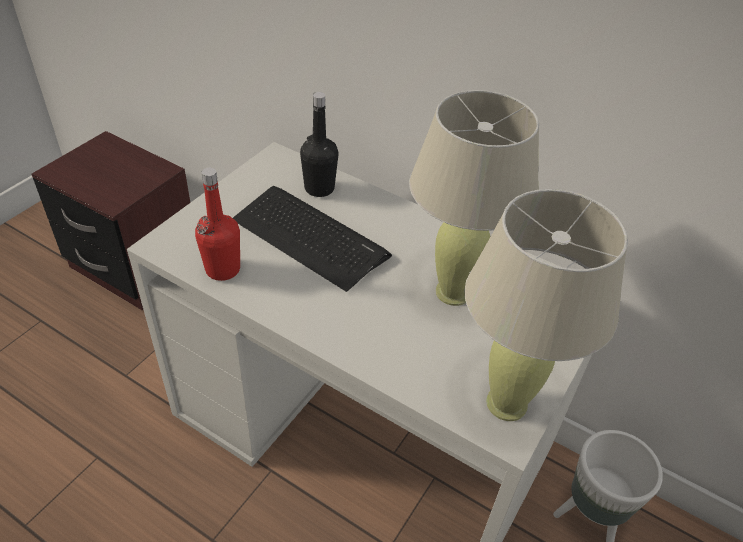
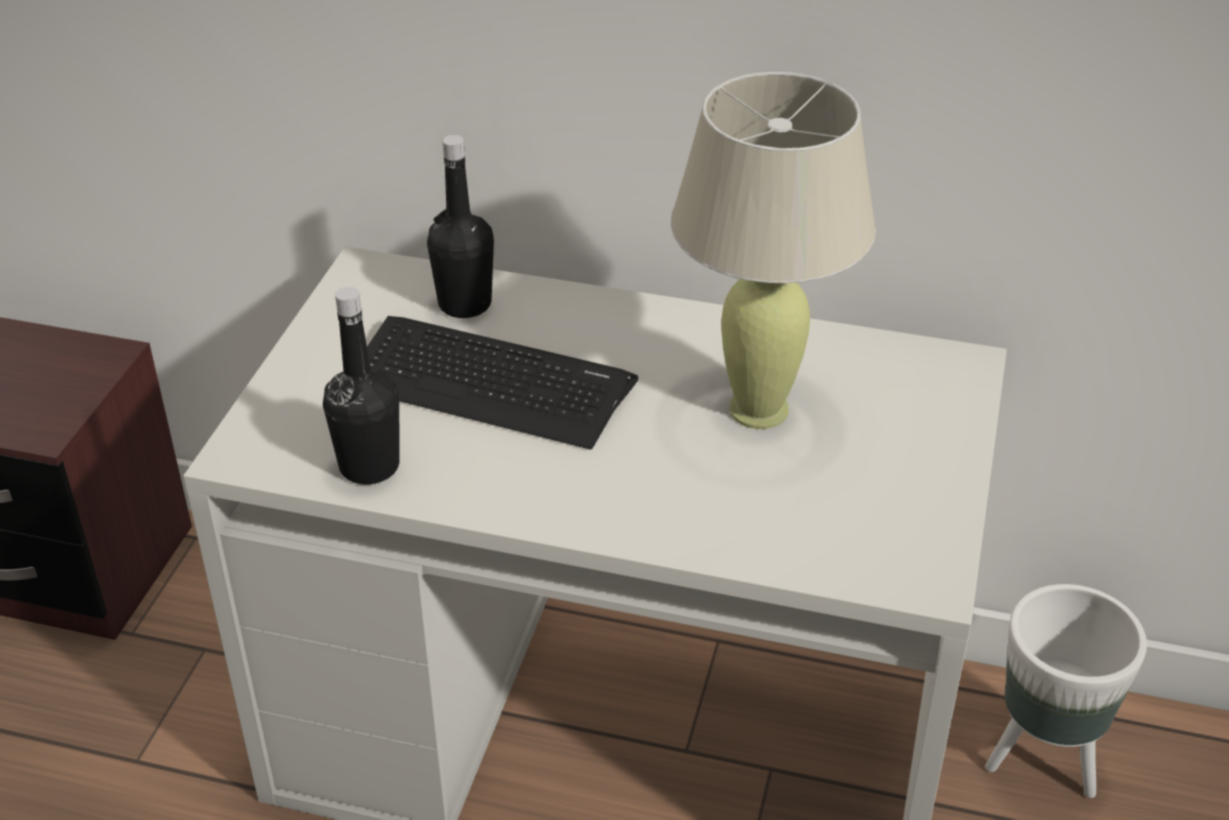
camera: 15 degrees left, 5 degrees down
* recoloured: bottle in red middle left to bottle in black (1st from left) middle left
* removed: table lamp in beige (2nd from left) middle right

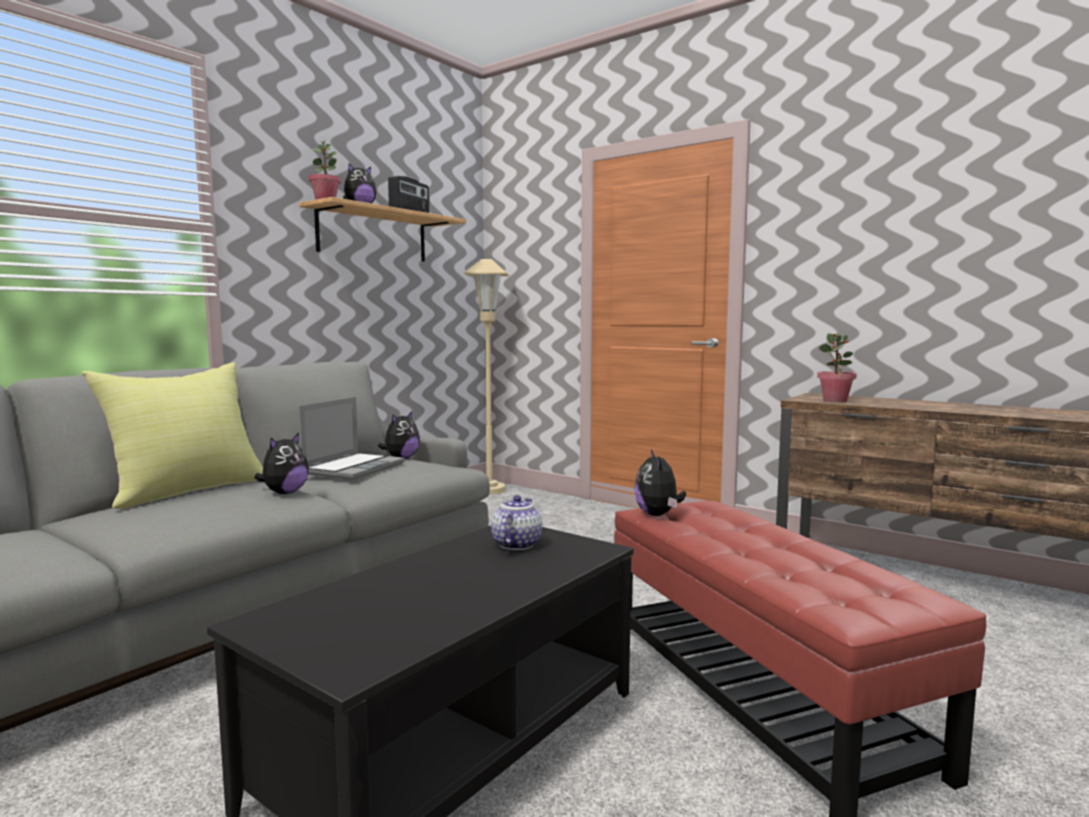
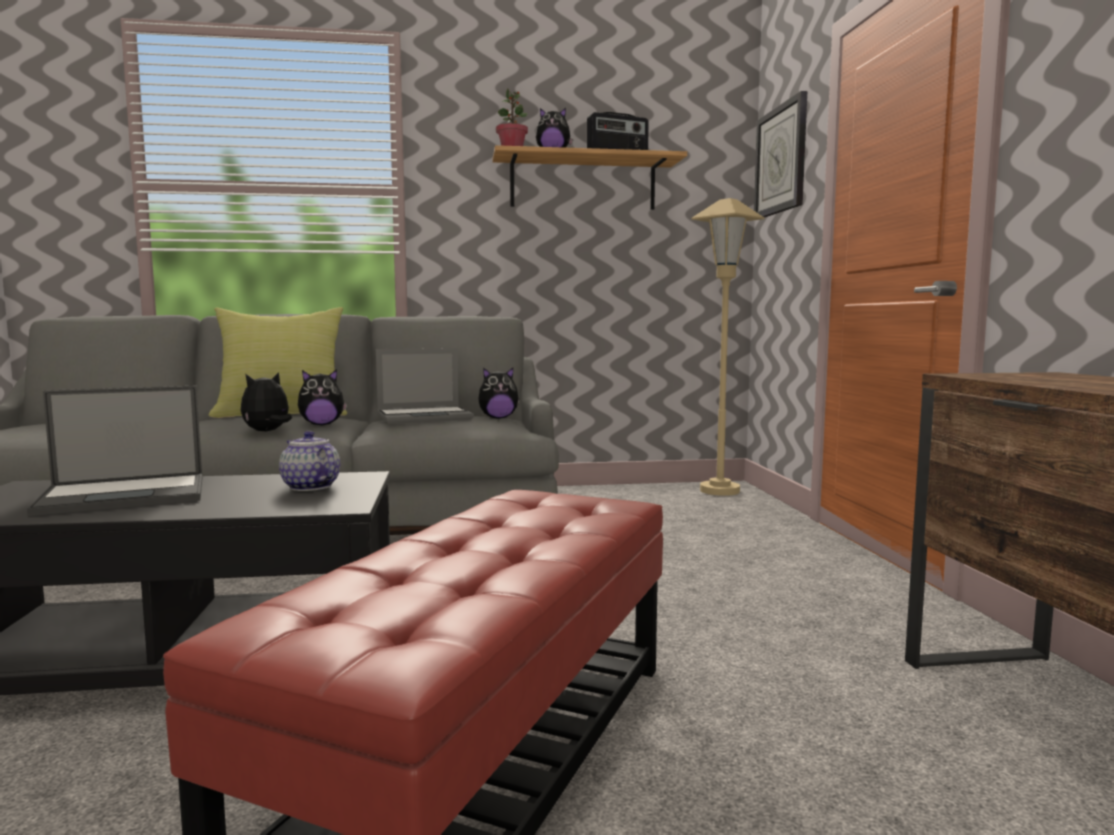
camera: 45 degrees right, 0 degrees up
* turned: teapot centre = middle left 105 degrees counterclockwise
* moved: plush toy (4th from left in the first image) centre to plush toy (1st from left) middle left
* removed: potted plant (2nd from left) middle right
* added: laptop (1st from left) middle left
* added: wall clock top right

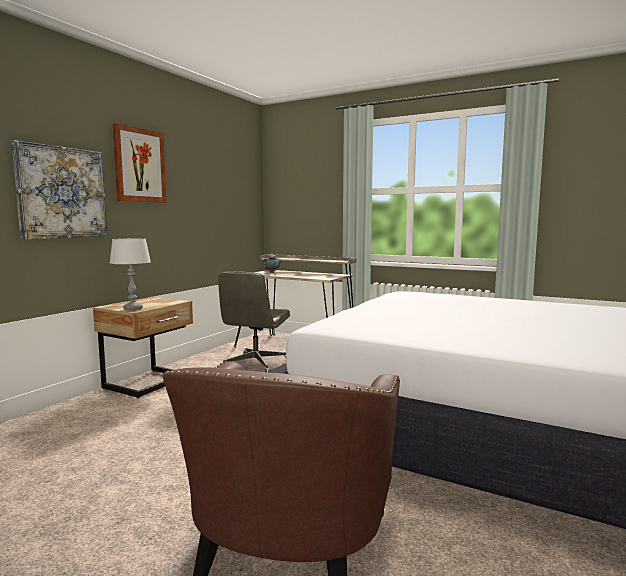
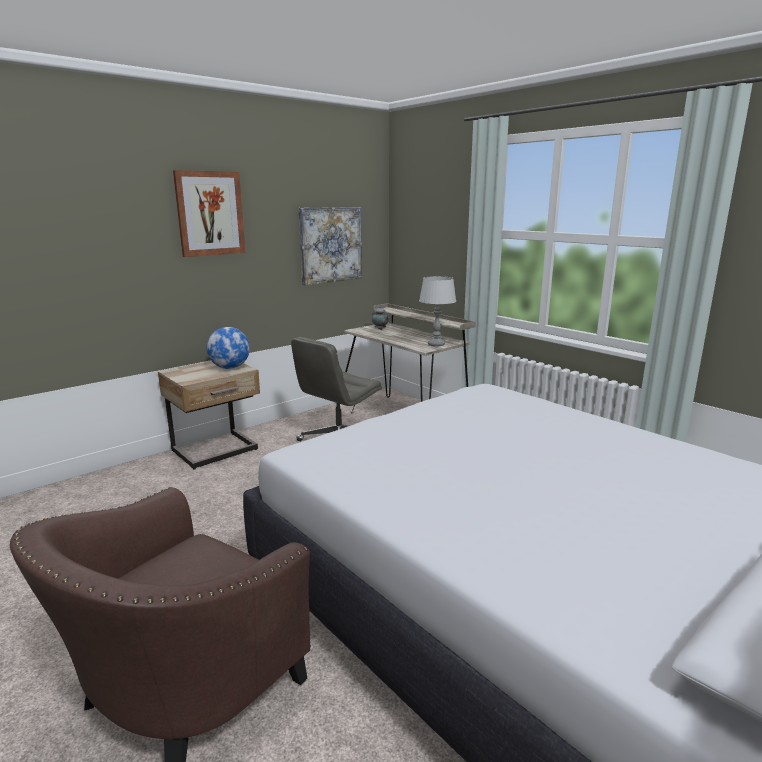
camera: 20 degrees right, 10 degrees up
* moved: picture (1st from left in the first image) top left to picture (2nd from left) top centre
* moved: table lamp in grey middle left to centre
* added: globe middle left

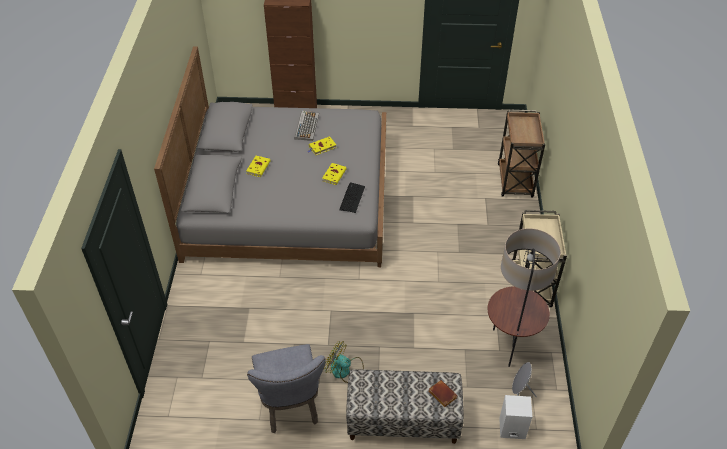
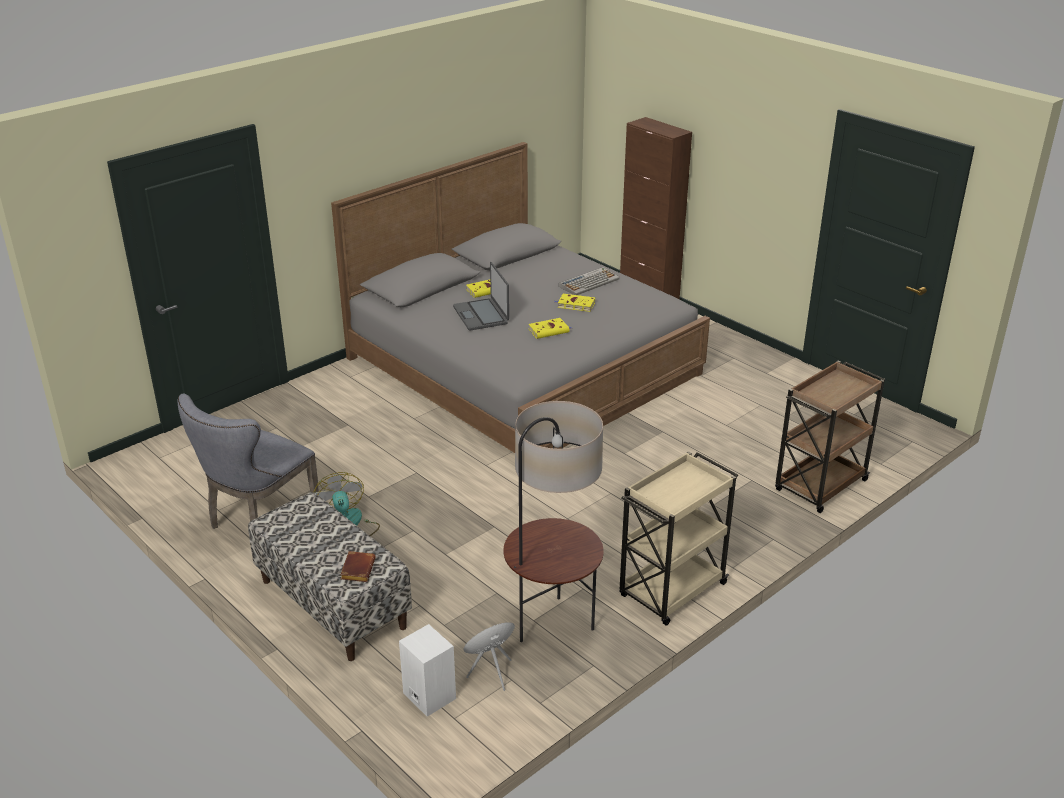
camera: 45 degrees right, 15 degrees down
* removed: keyboard (2nd from left) centre
* added: laptop centre

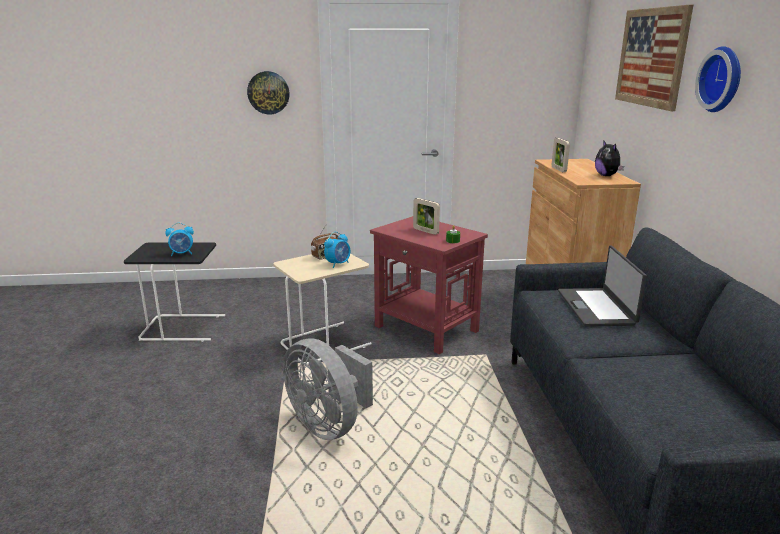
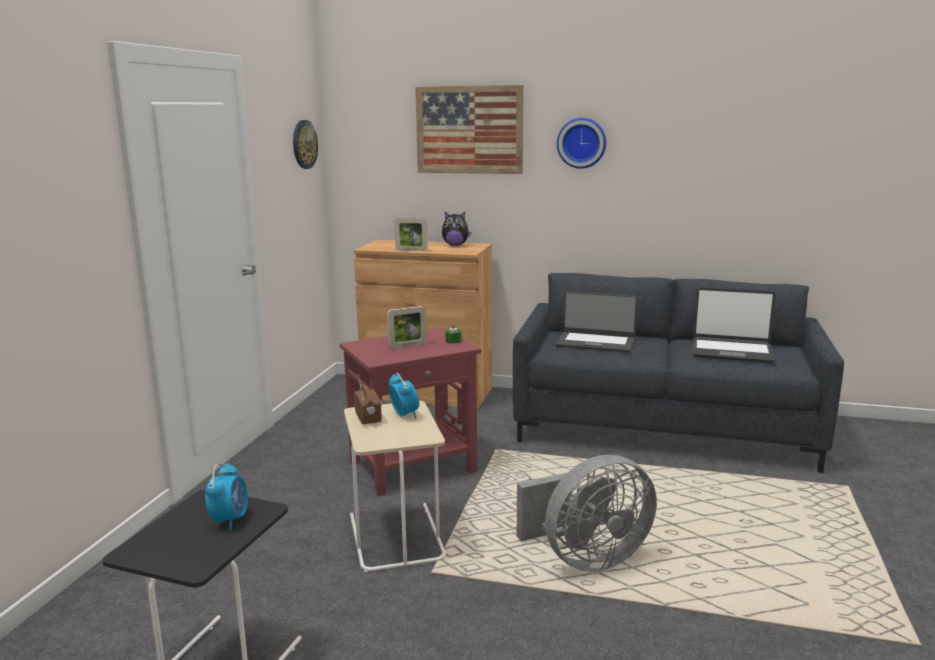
camera: 70 degrees left, 5 degrees down
* moved: wall clock (1st from left) top centre to top left
* added: laptop (2nd from left) middle right

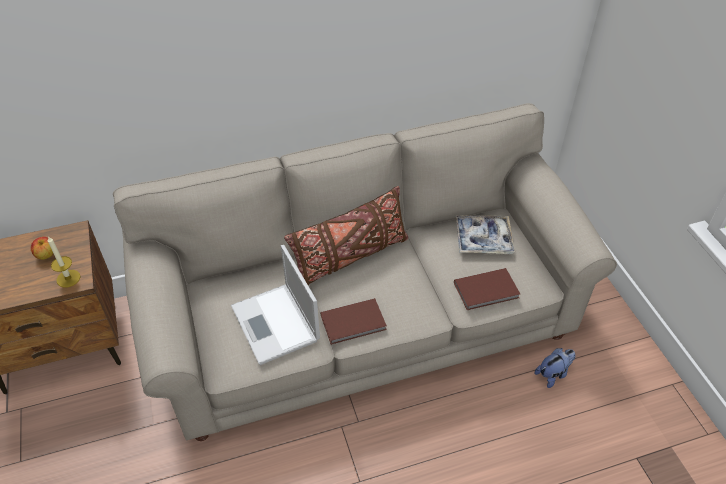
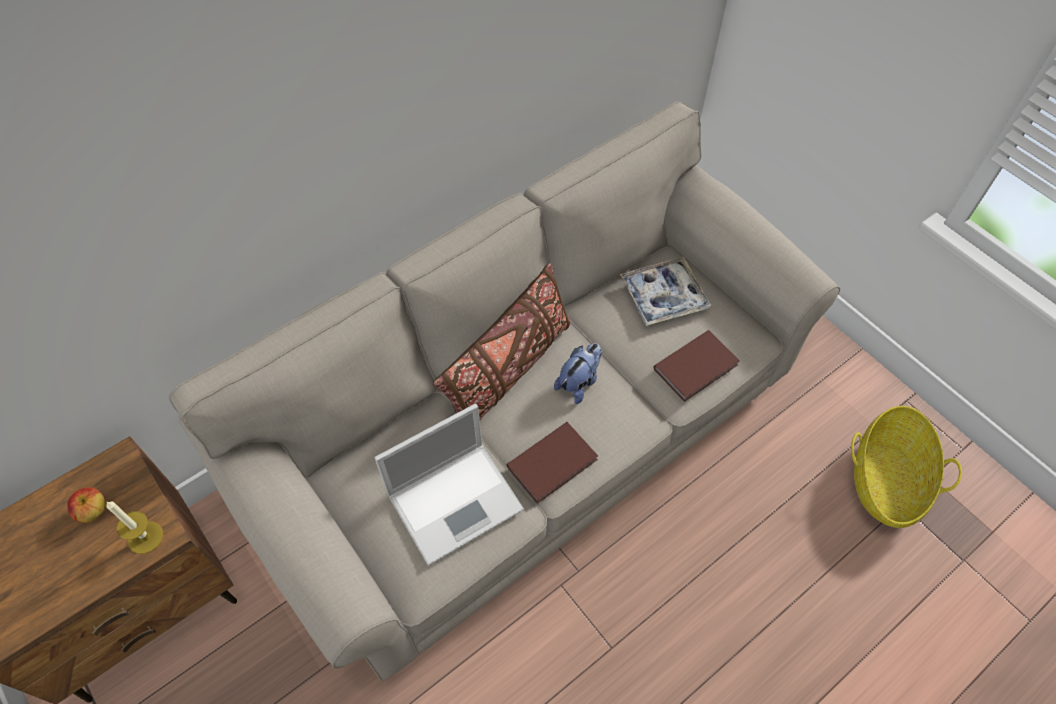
camera: 20 degrees left, 10 degrees up
* turned: laptop centre = bottom centre 75 degrees counterclockwise
* moved: plush toy bottom right to centre
* added: basket middle right

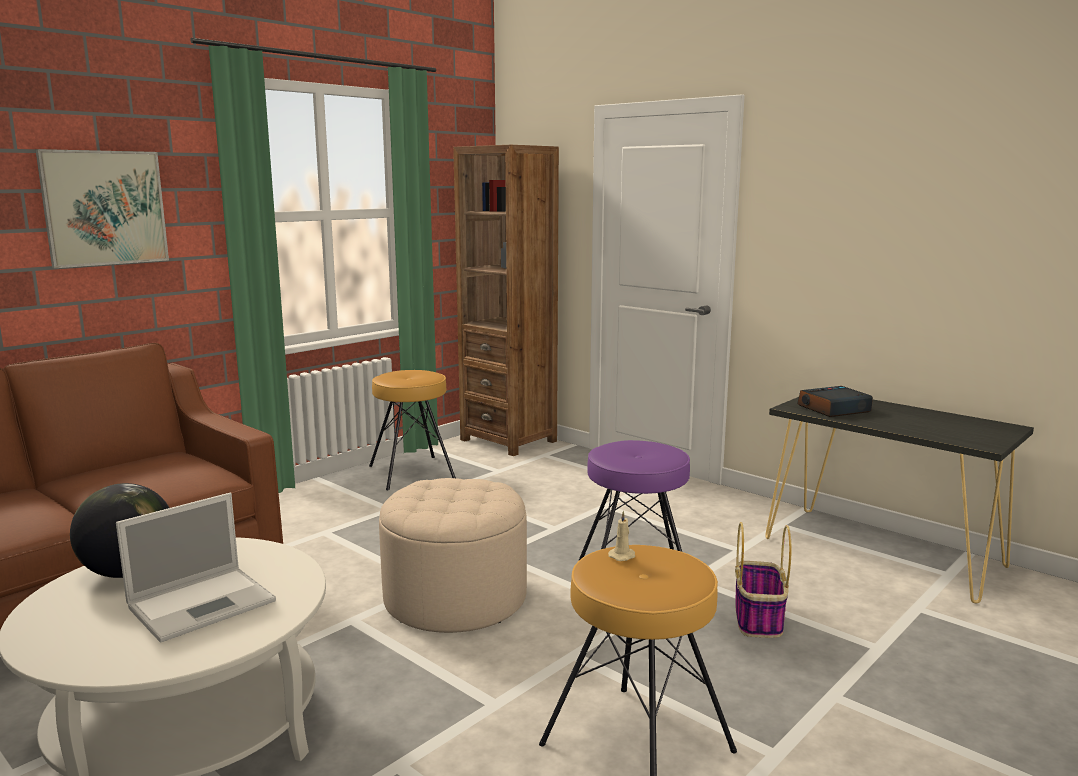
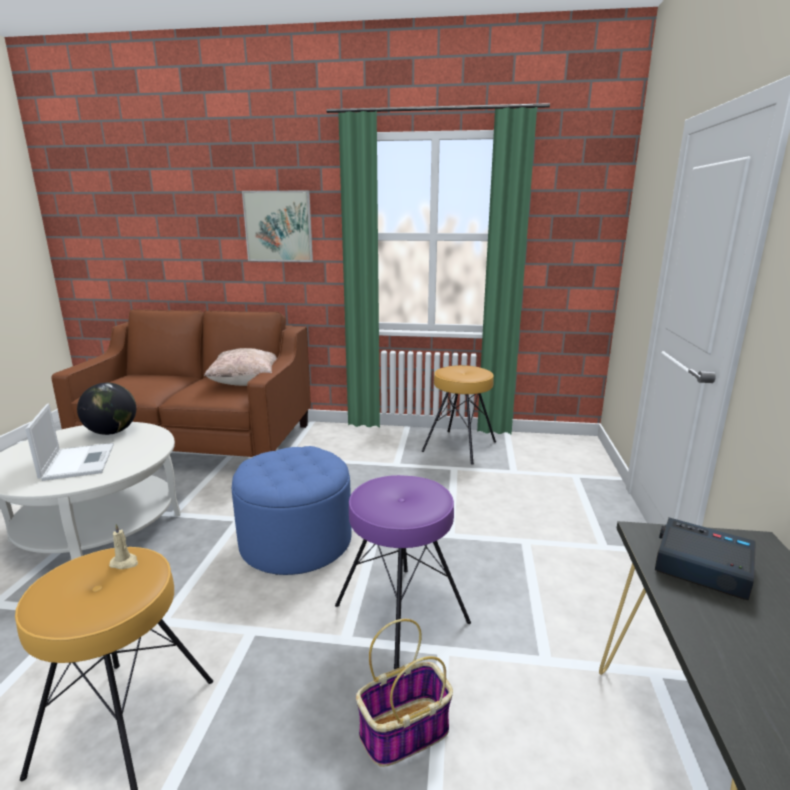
camera: 55 degrees right, 5 degrees up
* turned: laptop bottom left = middle left 120 degrees counterclockwise
* recoloured: ottoman in beige bottom centre to ottoman in blue centre
* removed: bookcase in brown centre
* added: pillow in beige middle left

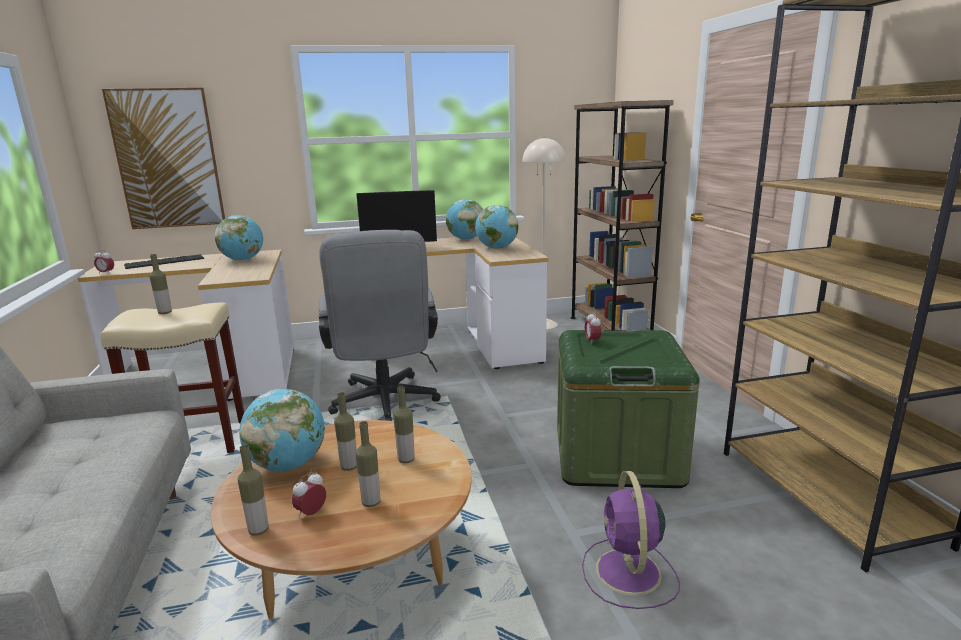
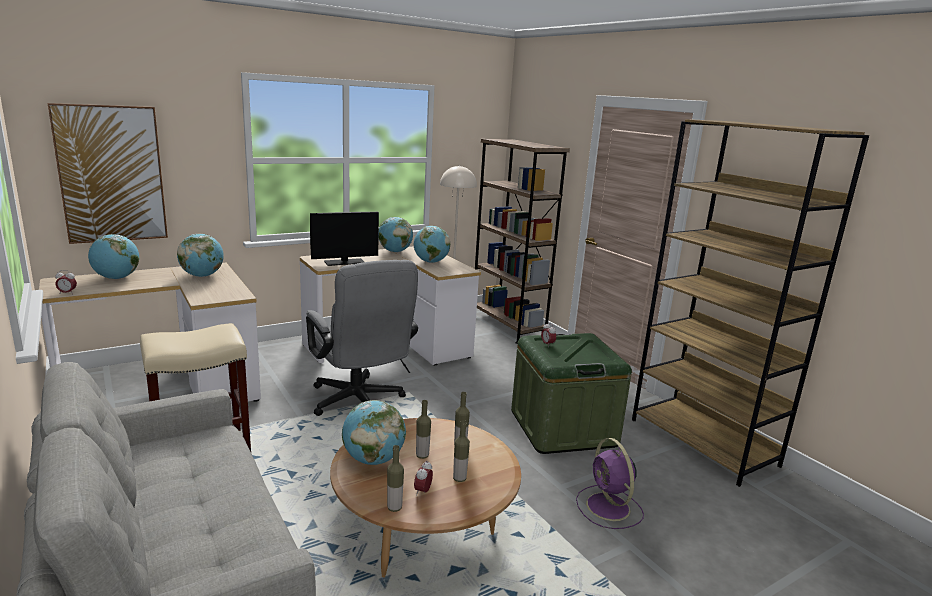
camera: 20 degrees left, 0 degrees up
* replaced: keyboard middle left to globe (1st from left) middle left
* removed: bottle (1st from left) middle left

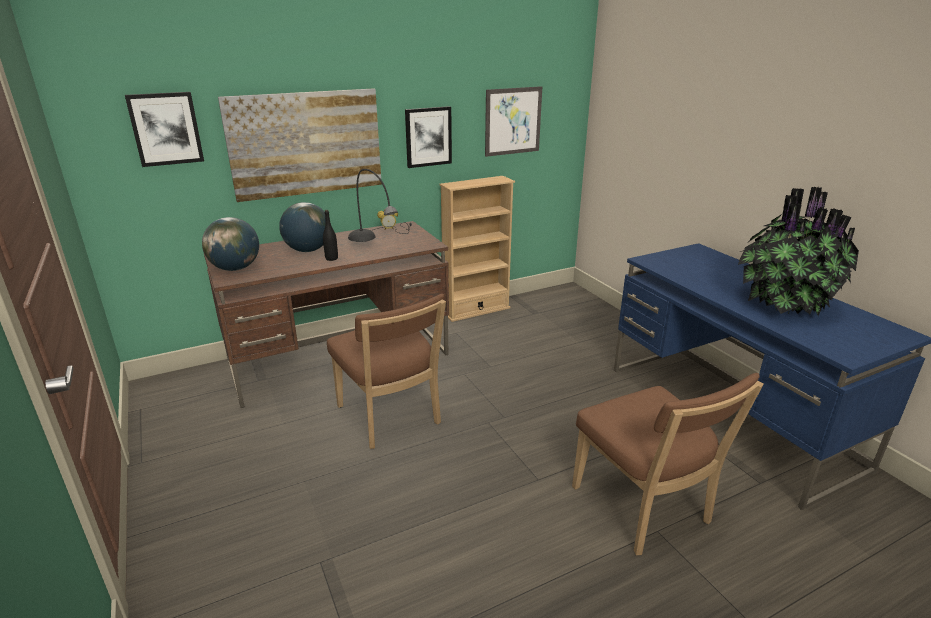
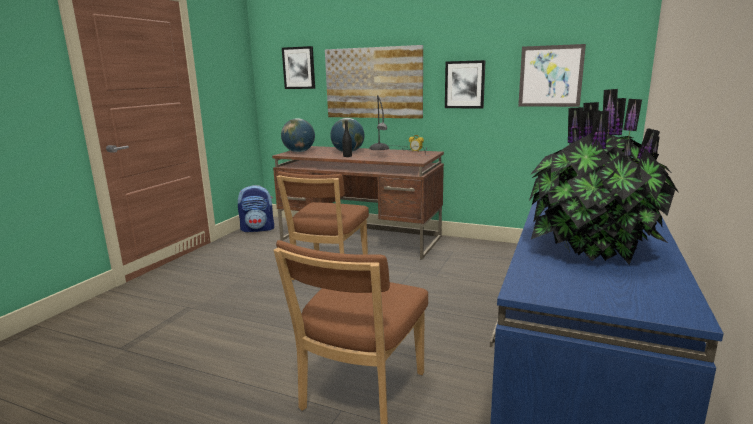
camera: 50 degrees right, 10 degrees down
* removed: bookcase in beige centre
* added: backpack centre

